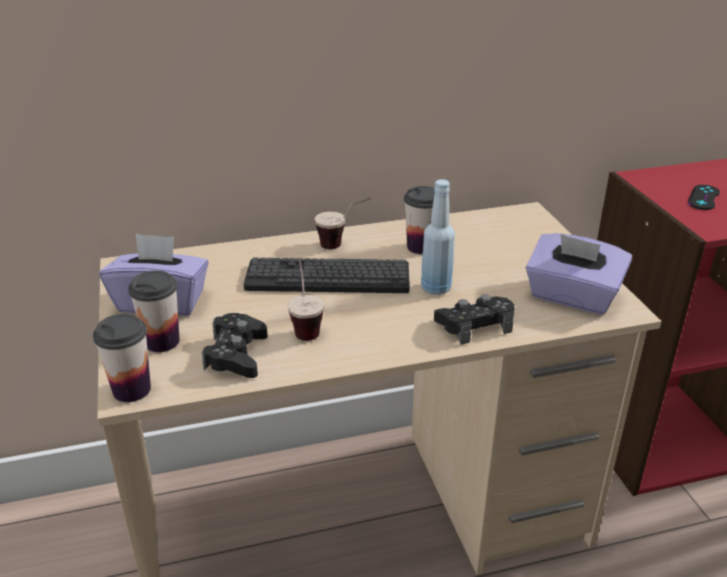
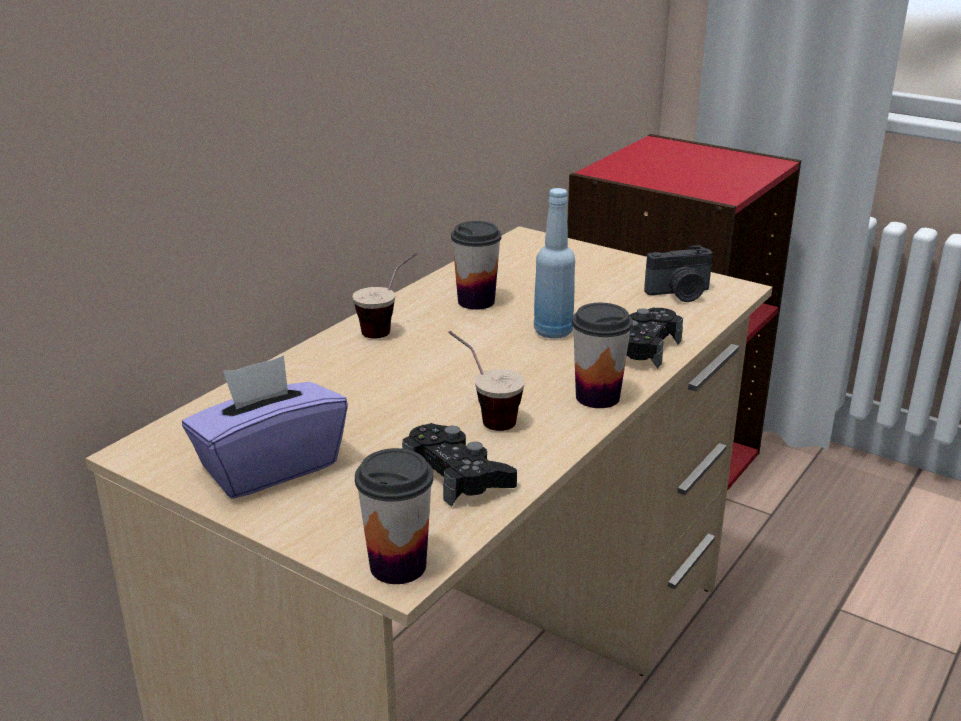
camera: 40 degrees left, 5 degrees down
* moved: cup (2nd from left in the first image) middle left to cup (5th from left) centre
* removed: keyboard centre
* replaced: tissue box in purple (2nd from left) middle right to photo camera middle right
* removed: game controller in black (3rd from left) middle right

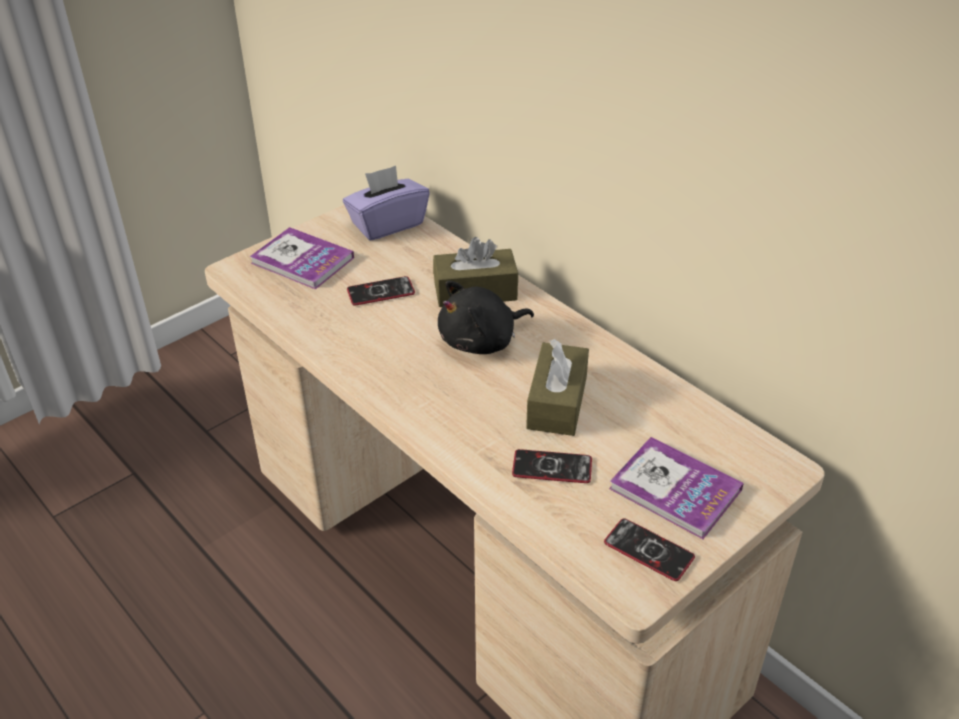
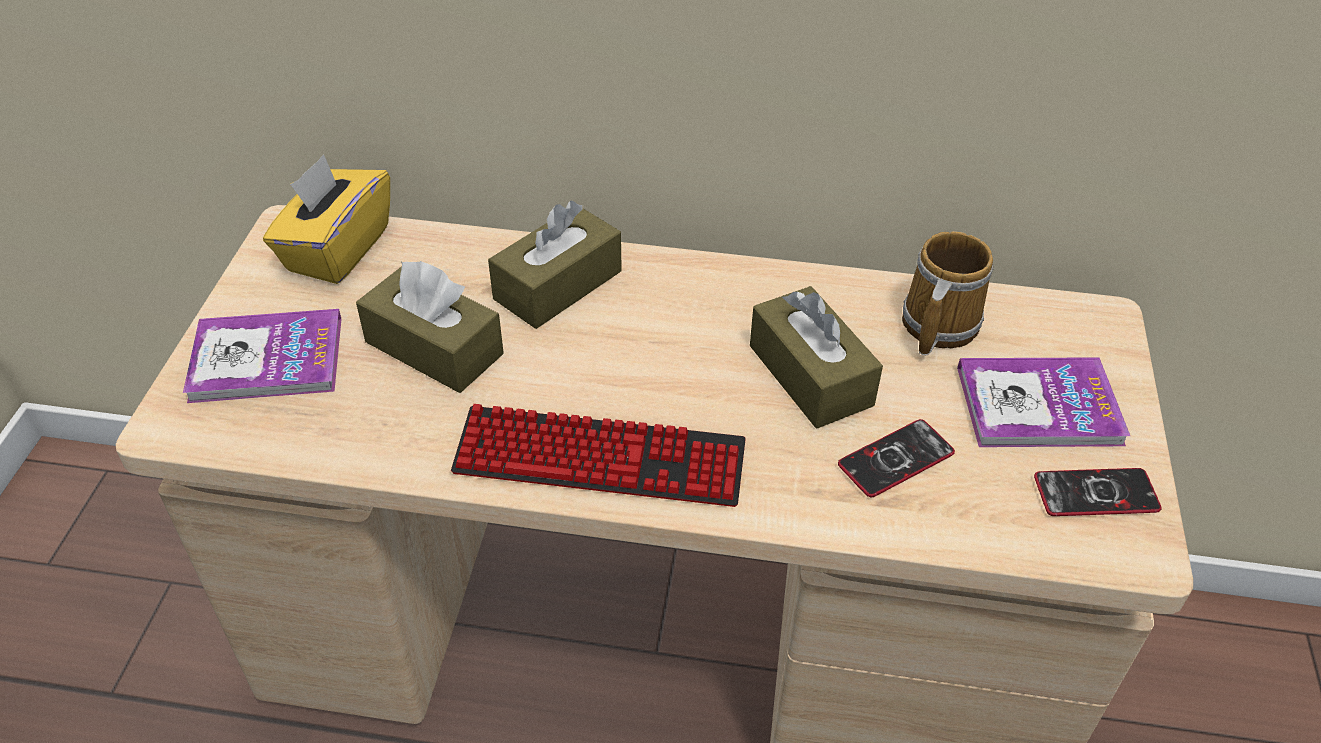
camera: 40 degrees left, 5 degrees up
* recoloured: tissue box in purple top centre to tissue box in yellow top left
* replaced: phone (1st from left) centre to tissue box in brown (1st from left) middle left
* removed: plush toy in black centre
* added: keyboard centre
* added: mug middle right

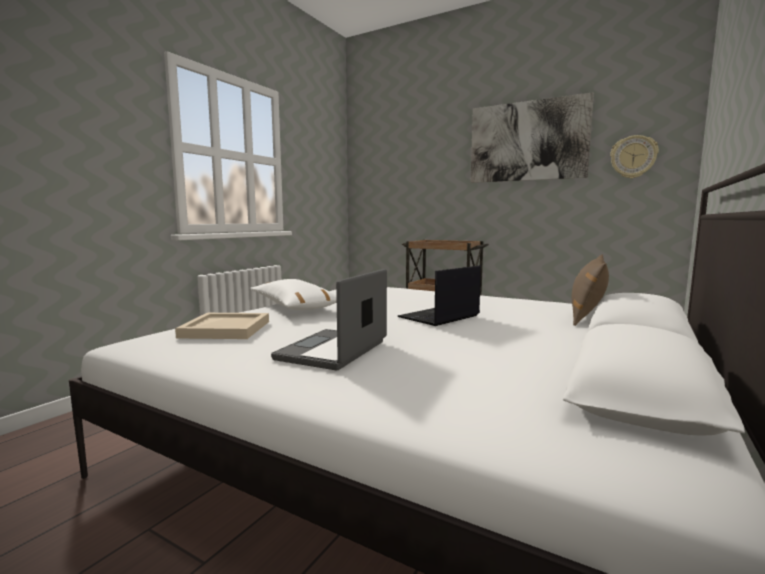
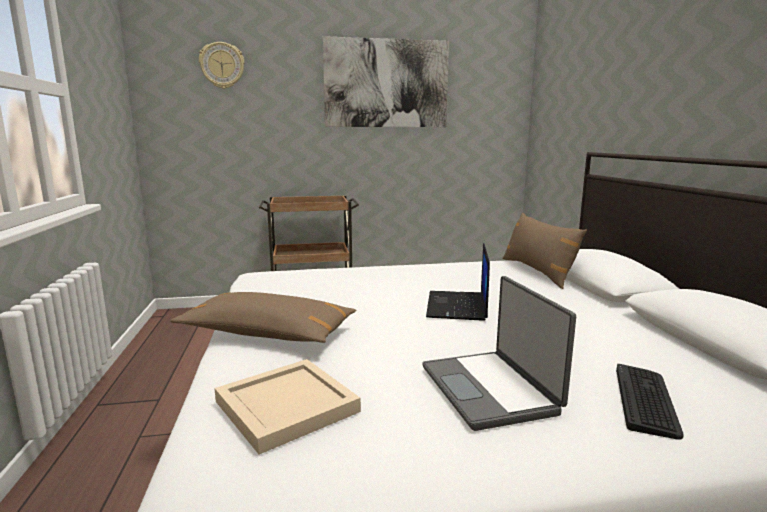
camera: 40 degrees left, 5 degrees up
* recoloured: pillow in white centre to pillow in brown (1st from left) centre
* moved: wall clock top right to top left
* added: keyboard bottom right

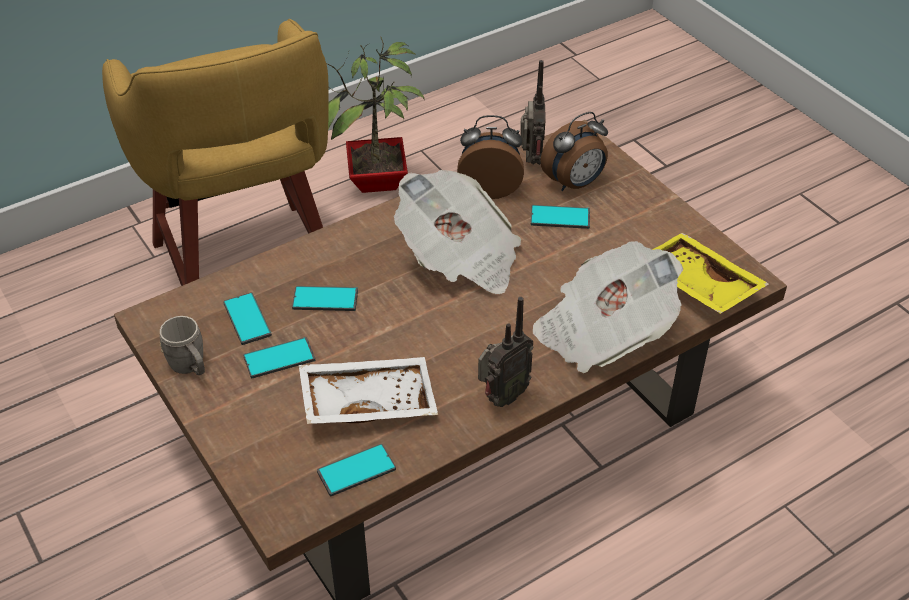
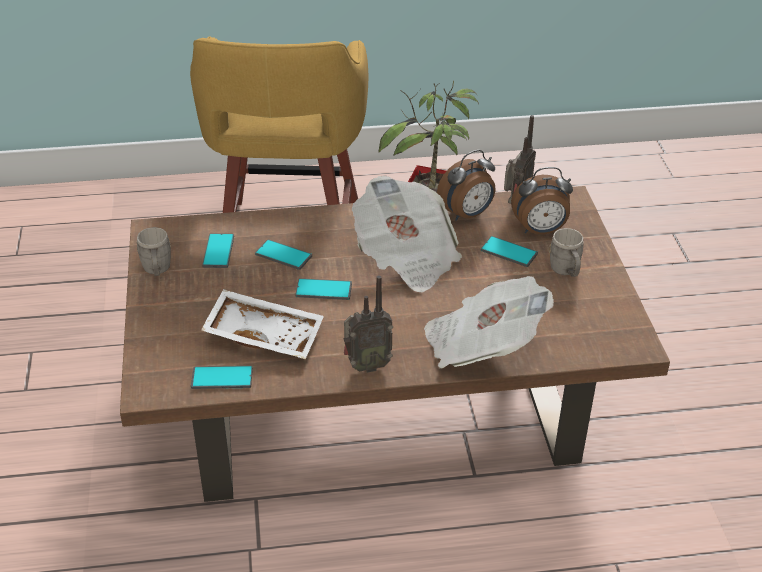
camera: 25 degrees right, 5 degrees down
* moved: phone (2nd from left in the first image) middle left to phone (4th from left) centre
* turned: alarm clock (1st from left) top centre = top centre 120 degrees clockwise
* removed: tray in yellow middle right
* added: mug in grey (2nd from left) middle right

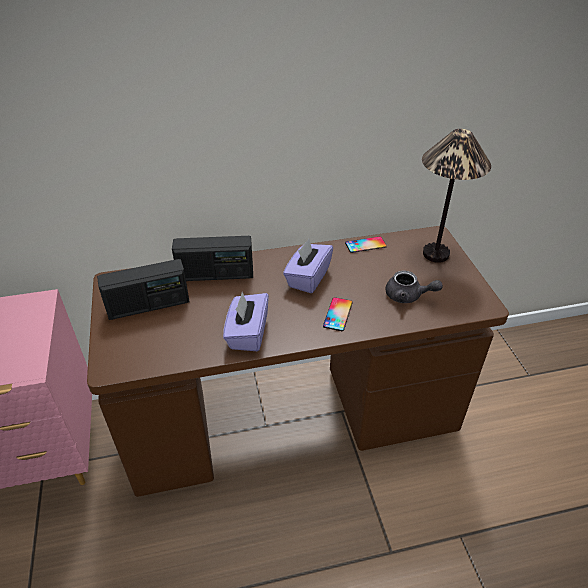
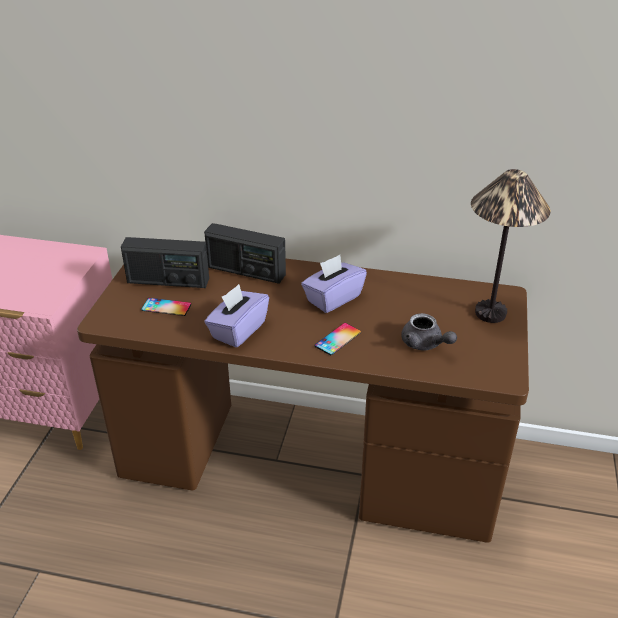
camera: 25 degrees right, 5 degrees down
* moved: phone (2nd from left in the first image) centre to phone (1st from left) middle left

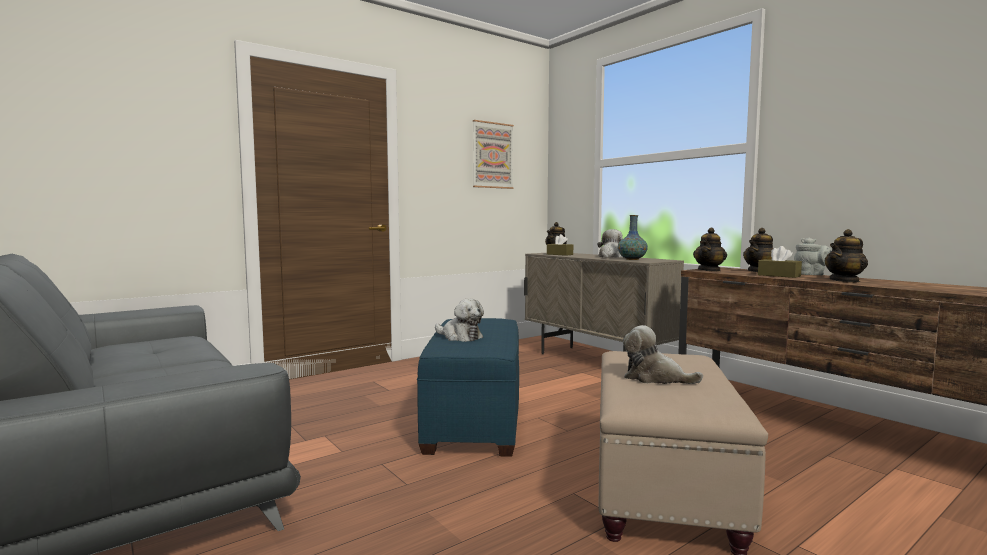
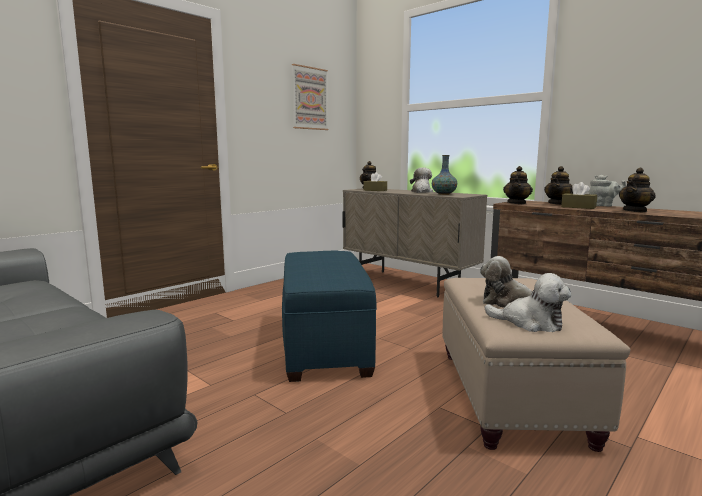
camera: 10 degrees left, 5 degrees up
* moved: plush toy (1st from left in the first image) centre to plush toy (3rd from left) middle right

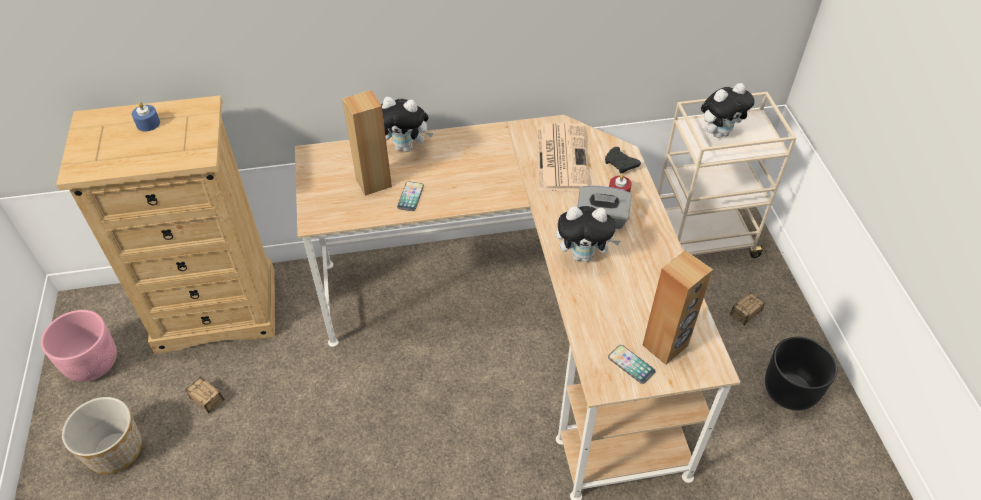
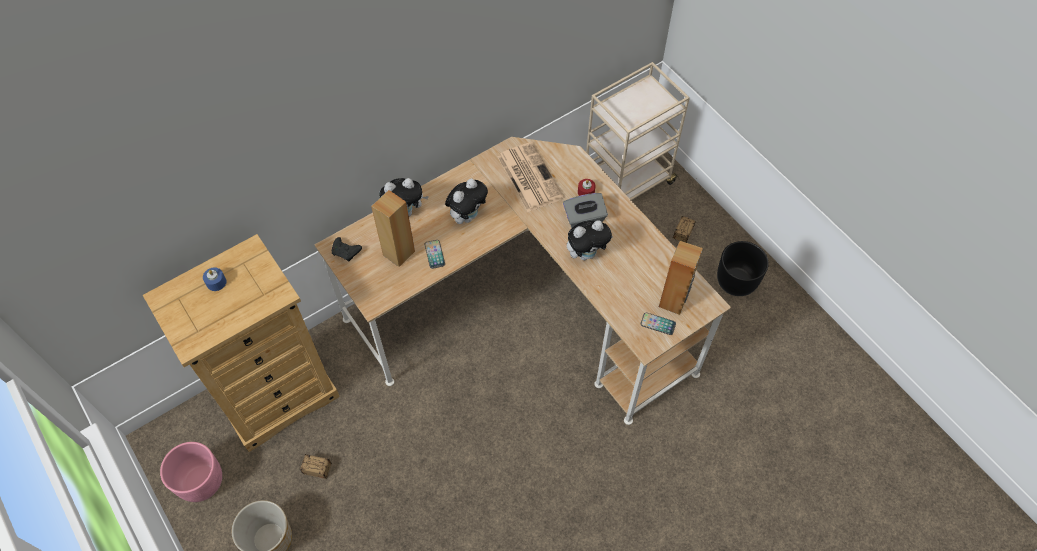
camera: 25 degrees left, 10 degrees up
* moved: game controller in black top centre to centre
* moved: plush toy (3rd from left in the first image) top right to plush toy (2nd from left) centre

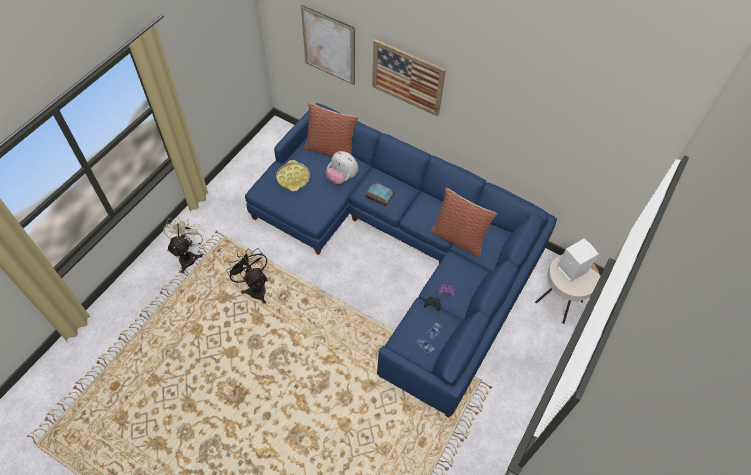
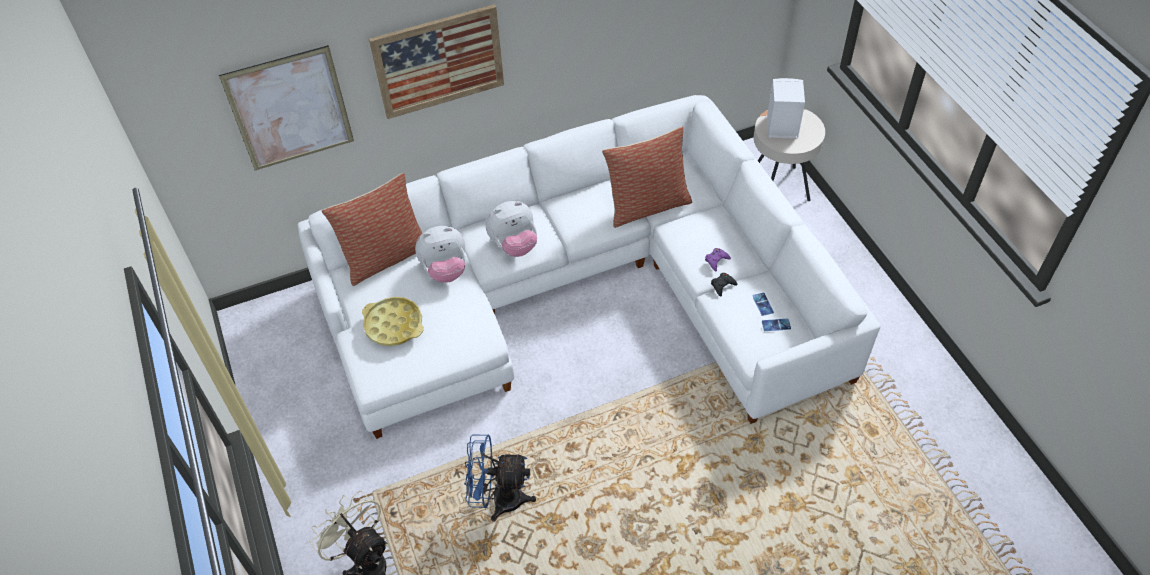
camera: 50 degrees left, 5 degrees down
* recoloured: fan in black middle left to fan in blue bottom centre
* recoloured: sofa in blue centre to sofa in white centre
* replaced: book centre to plush toy (2nd from left) centre

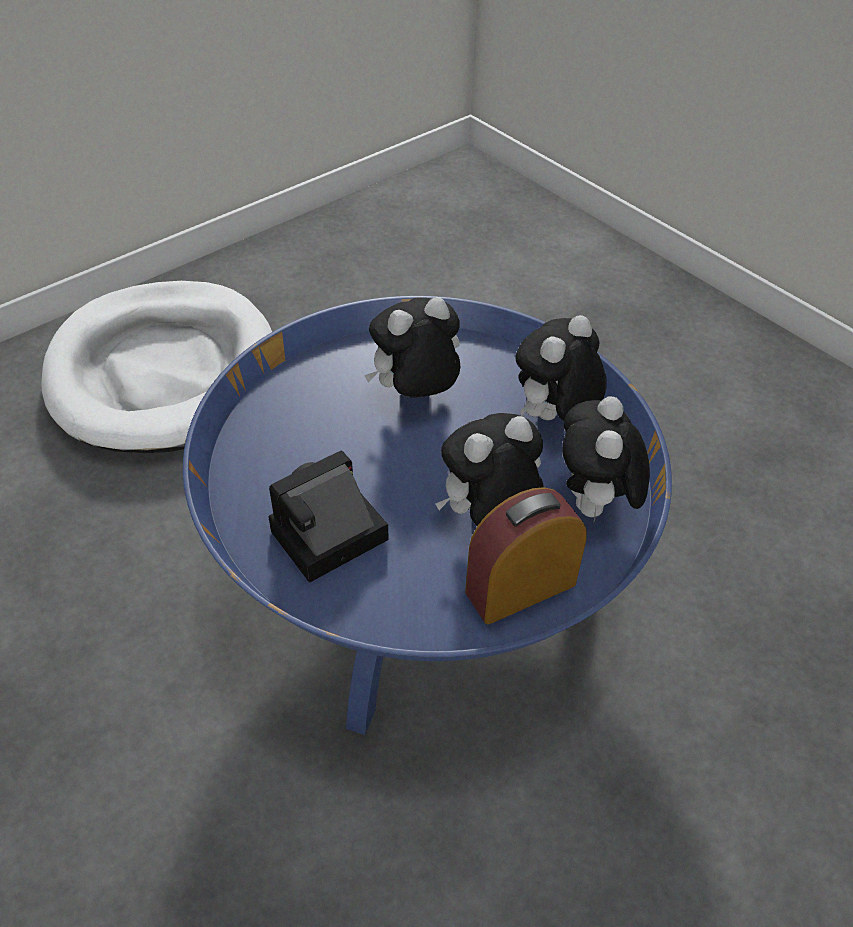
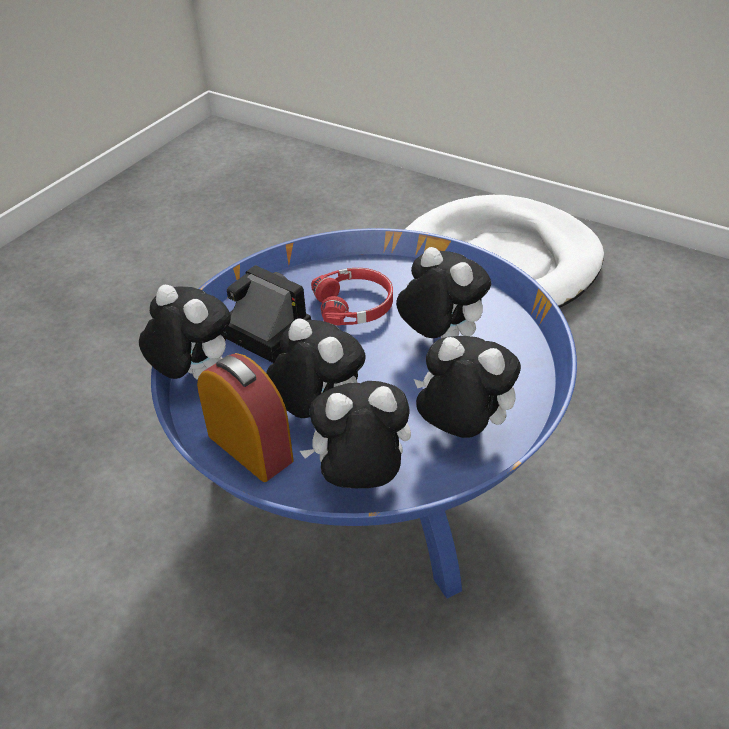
camera: 75 degrees right, 5 degrees down
* added: plush toy (1st from left) middle left
* added: headphones in red centre

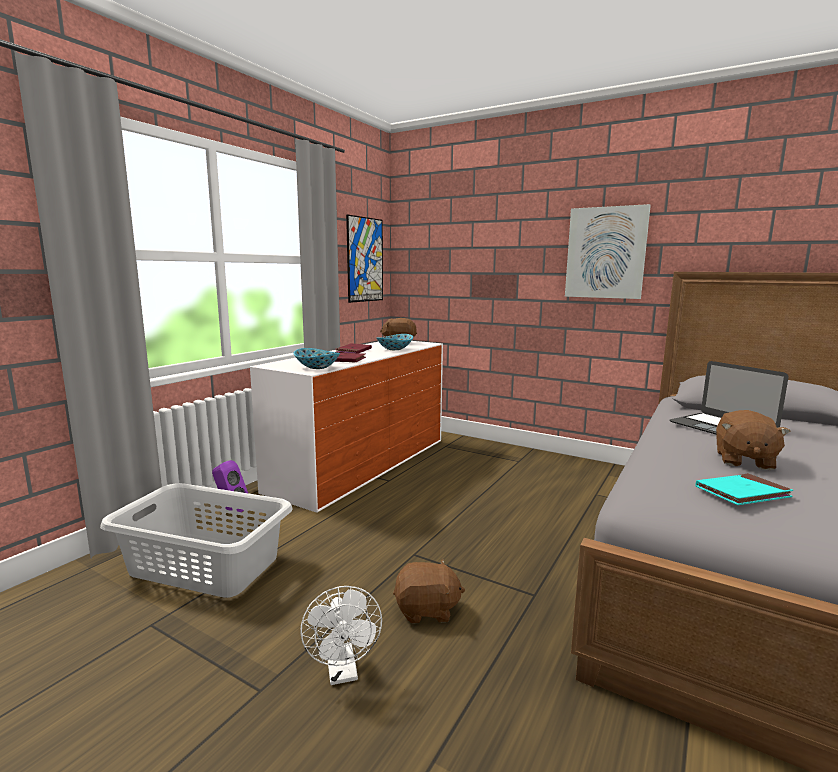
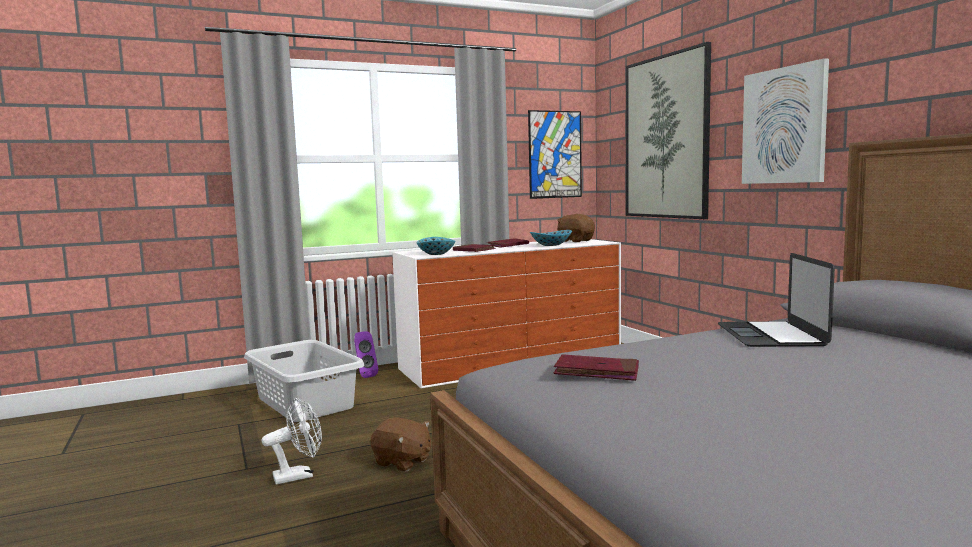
camera: 35 degrees right, 5 degrees down
* turned: fan in white bottom centre = bottom left 135 degrees counterclockwise
* recoloured: book in turquoise middle right to book in red (3rd from left) bottom centre
* removed: plush toy in brown (3rd from left) middle right
* added: picture (2nd from left) top right

